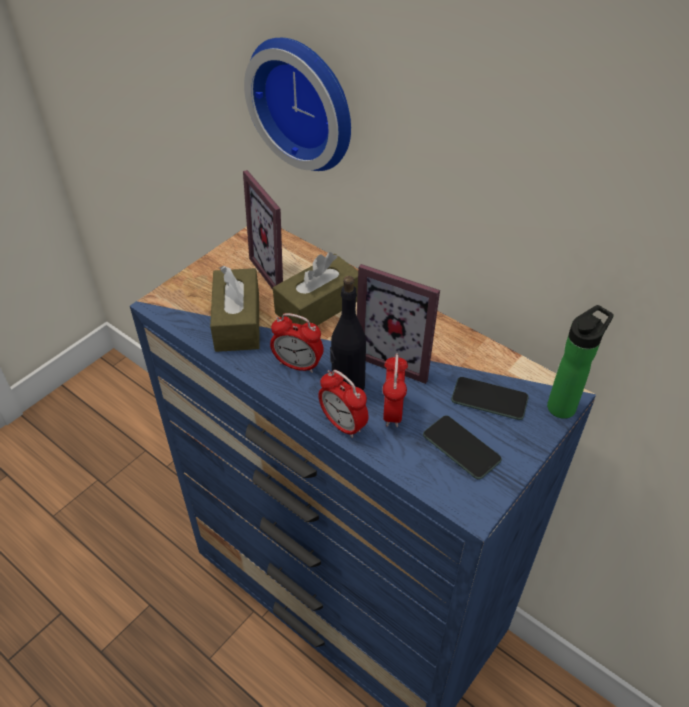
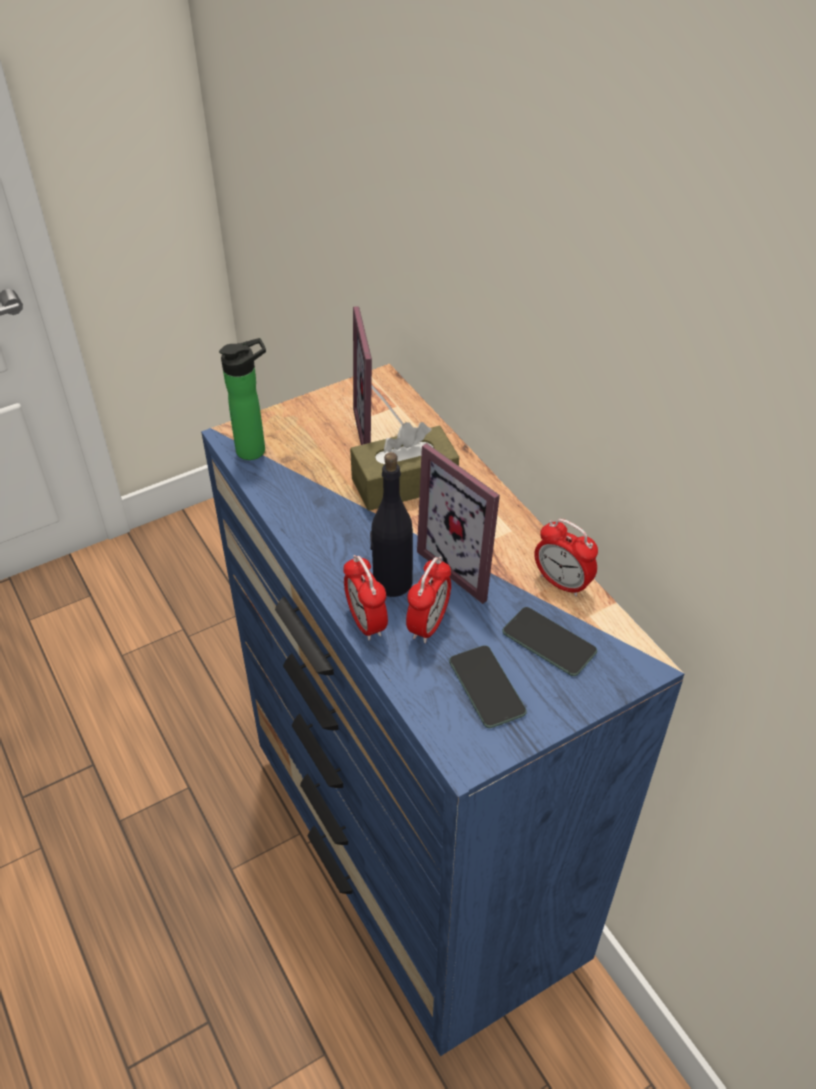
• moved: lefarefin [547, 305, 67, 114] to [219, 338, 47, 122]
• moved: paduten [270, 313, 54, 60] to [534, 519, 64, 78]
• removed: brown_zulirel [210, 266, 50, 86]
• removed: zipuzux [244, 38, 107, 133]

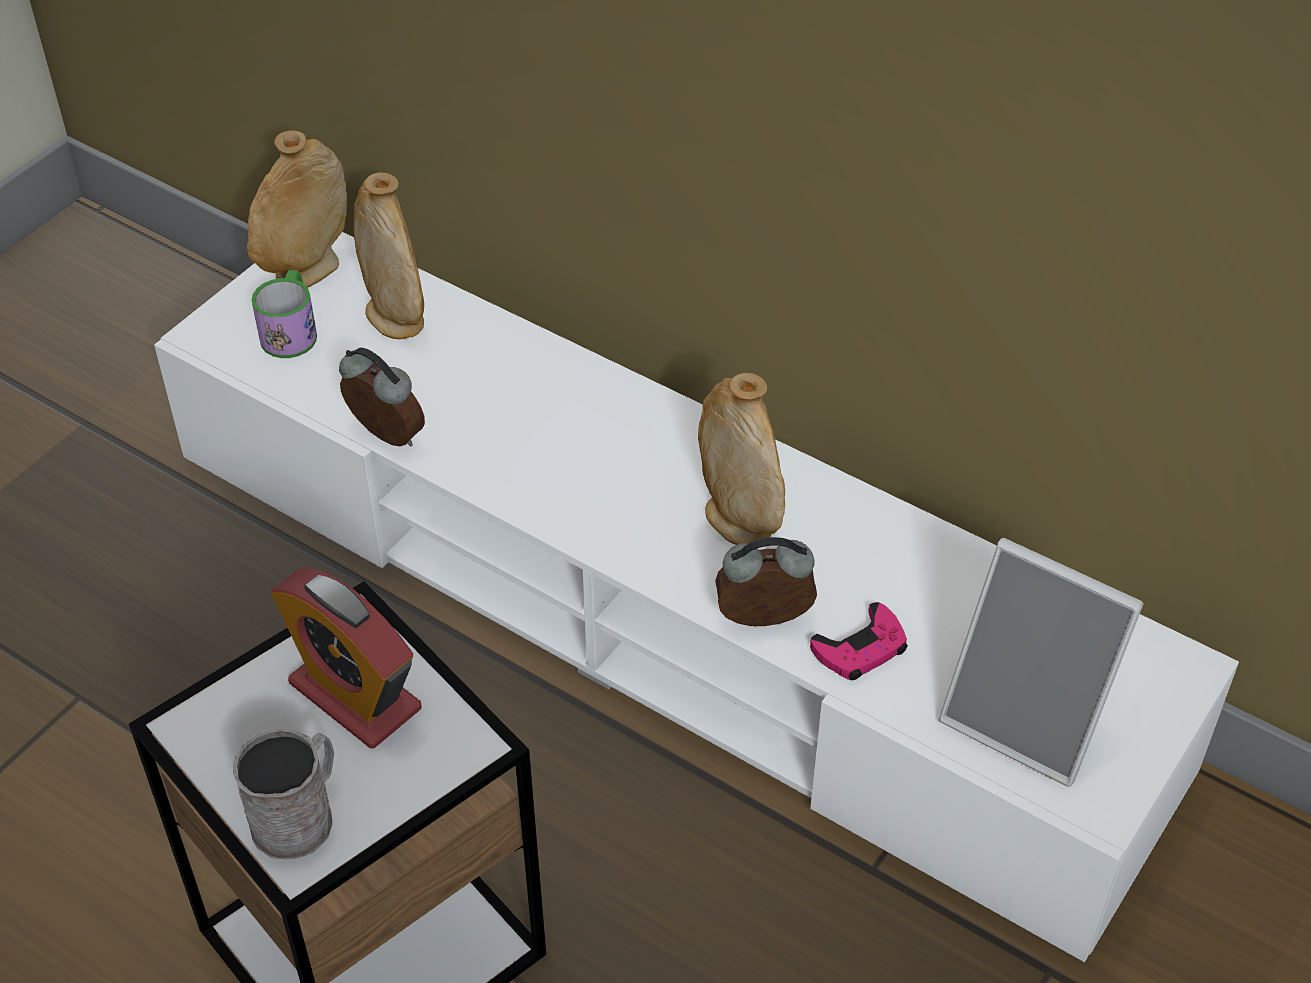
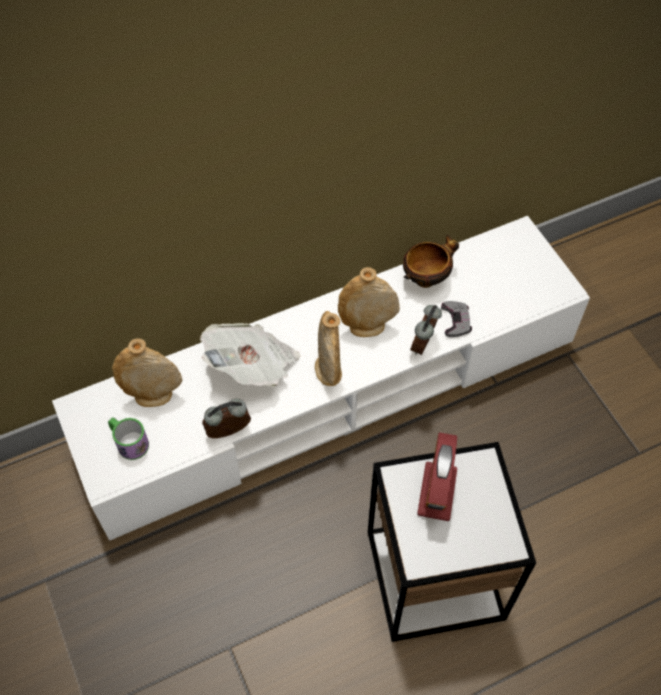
• added: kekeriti [200, 323, 100, 64]
• moved: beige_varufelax [247, 131, 100, 157] to [315, 311, 27, 75]
• added: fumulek [403, 235, 56, 53]
• turned: paduten [271, 568, 150, 180] = [417, 432, 40, 89] 120 degrees clockwise
• recoloured: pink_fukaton [810, 602, 98, 78] to grey_fukaton [441, 301, 31, 36]
• removed: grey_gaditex [233, 727, 101, 133]
• removed: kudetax [938, 538, 206, 249]

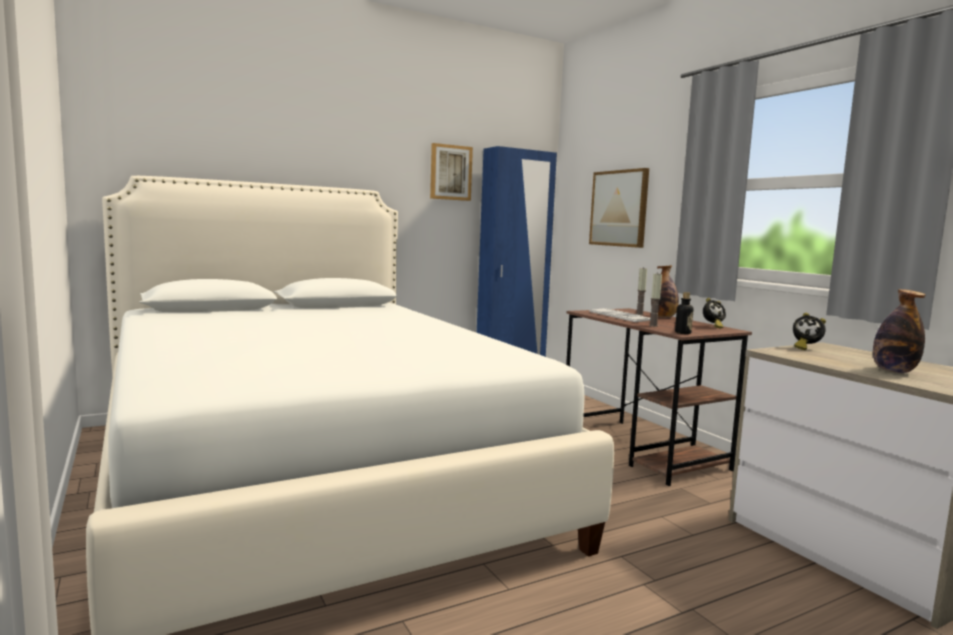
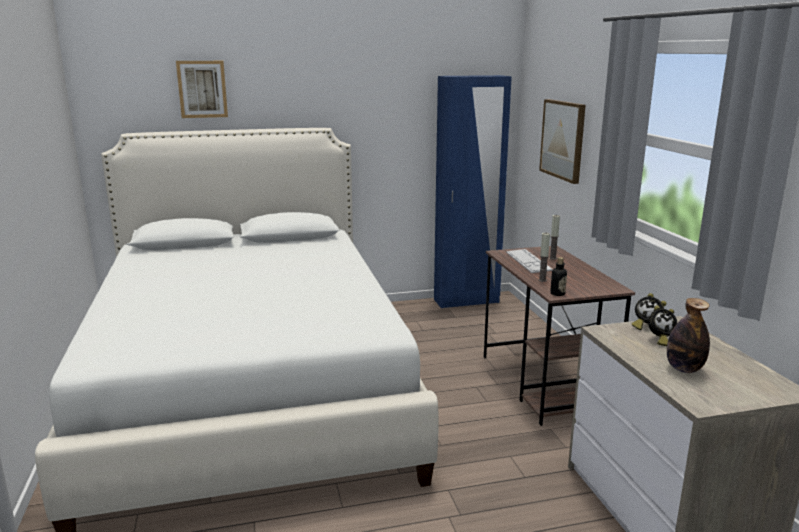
• moved: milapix [430, 143, 43, 58] to [176, 61, 52, 57]
• moved: paduten [703, 298, 23, 31] to [648, 305, 29, 41]
• removed: lefarefin [651, 265, 28, 52]

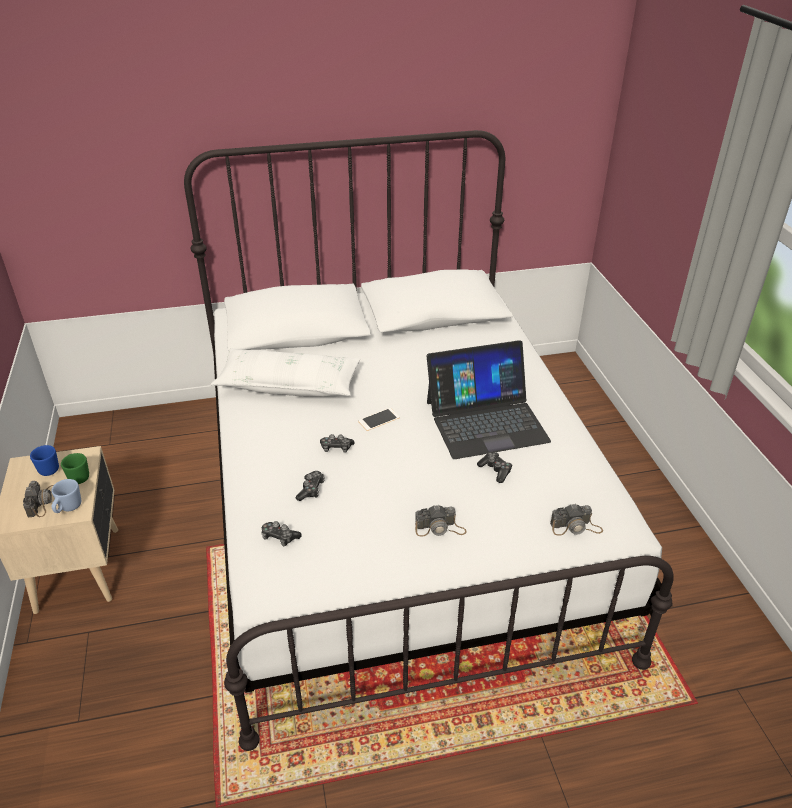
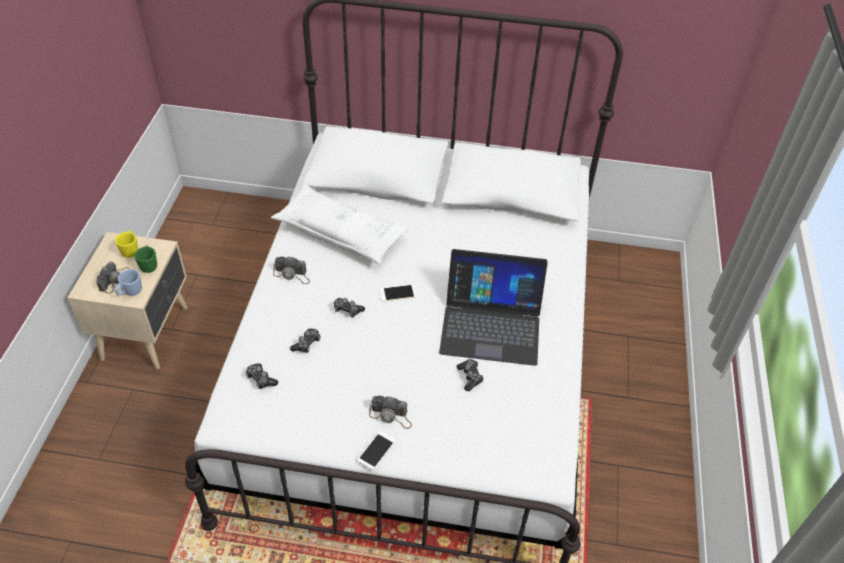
• recoloured: blue_gaditex [30, 445, 29, 31] to yellow_gaditex [115, 231, 23, 27]
• moved: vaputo [550, 503, 53, 33] to [273, 256, 37, 28]
• added: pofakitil [357, 431, 39, 39]

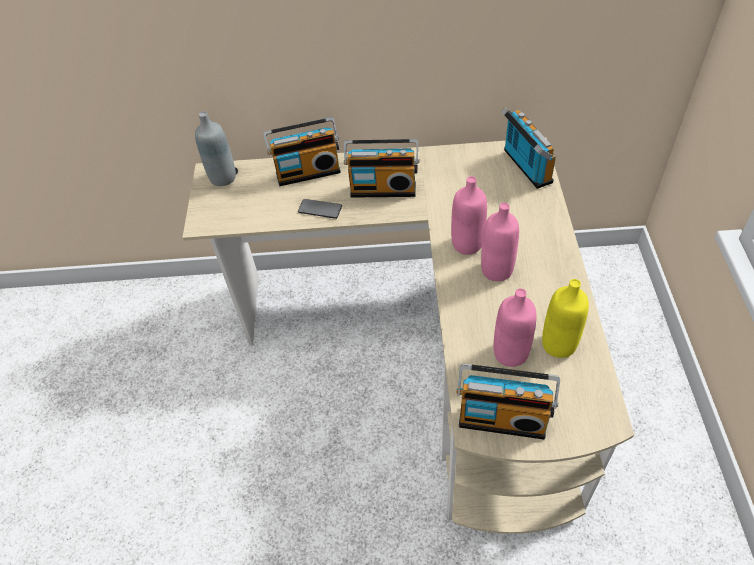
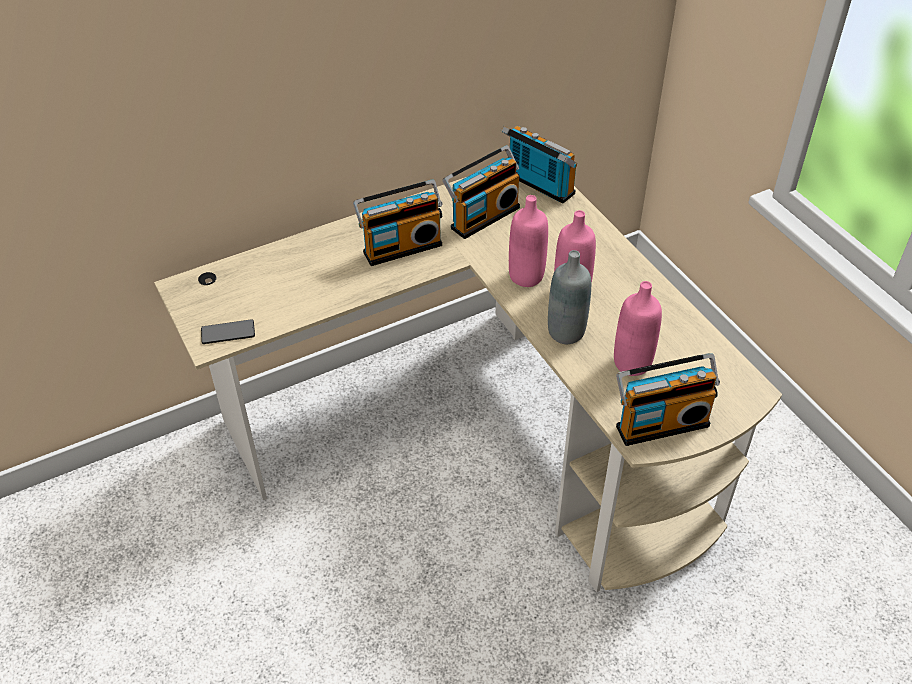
• moved: pofakitil [298, 199, 44, 20] to [201, 319, 54, 25]
• moved: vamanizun [263, 117, 78, 69] to [442, 145, 78, 94]
• moved: grey_lefarefin [195, 111, 41, 75] to [548, 250, 43, 94]
• removed: yellow_lefarefin [542, 279, 47, 79]

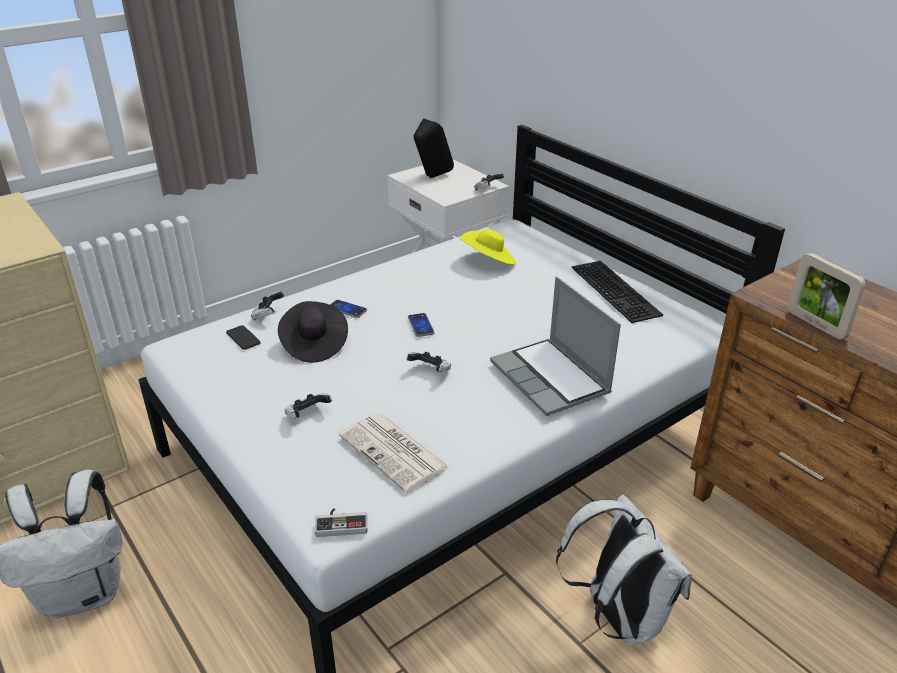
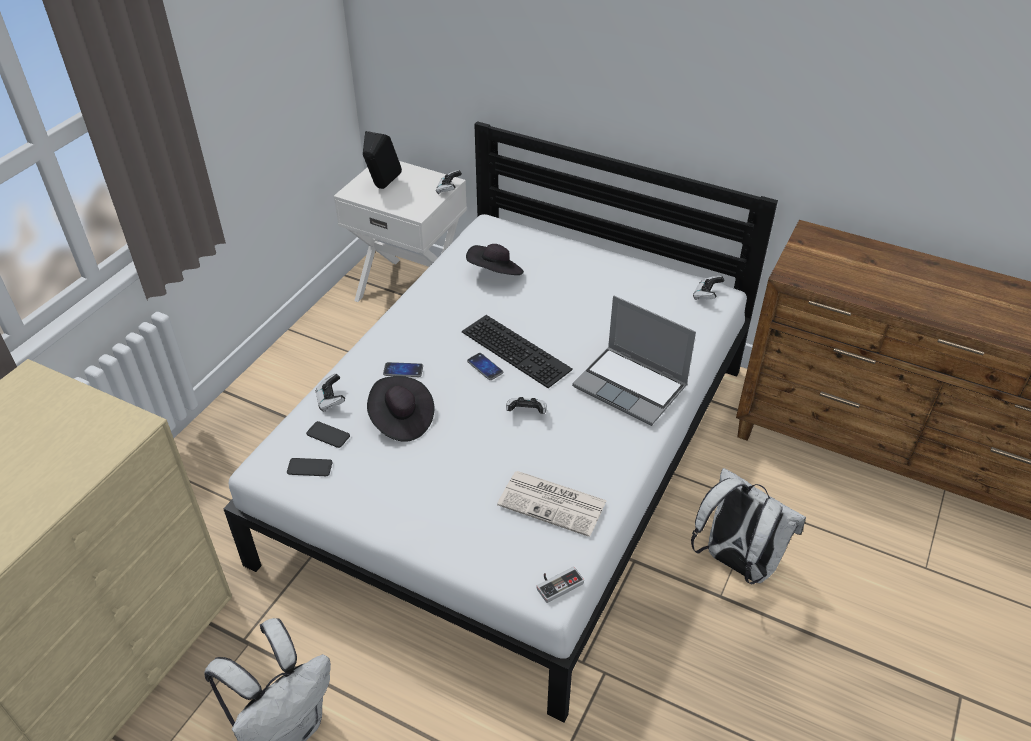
• added: pofakitil [287, 458, 46, 18]
• moved: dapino [572, 261, 91, 62] to [462, 315, 111, 73]
• recoloured: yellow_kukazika [460, 229, 56, 36] to black_kukazika [466, 244, 58, 31]
• moved: fukaton [285, 393, 47, 25] to [693, 276, 31, 24]
• removed: kudetax [788, 253, 78, 86]

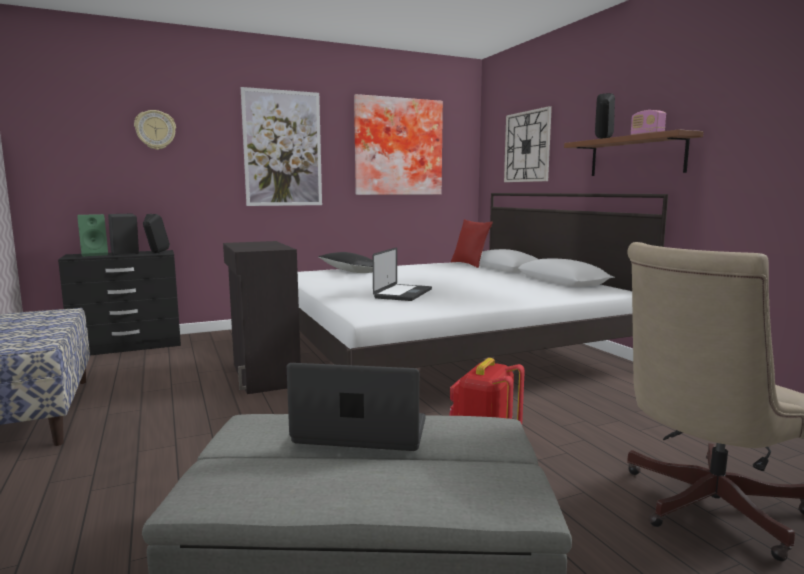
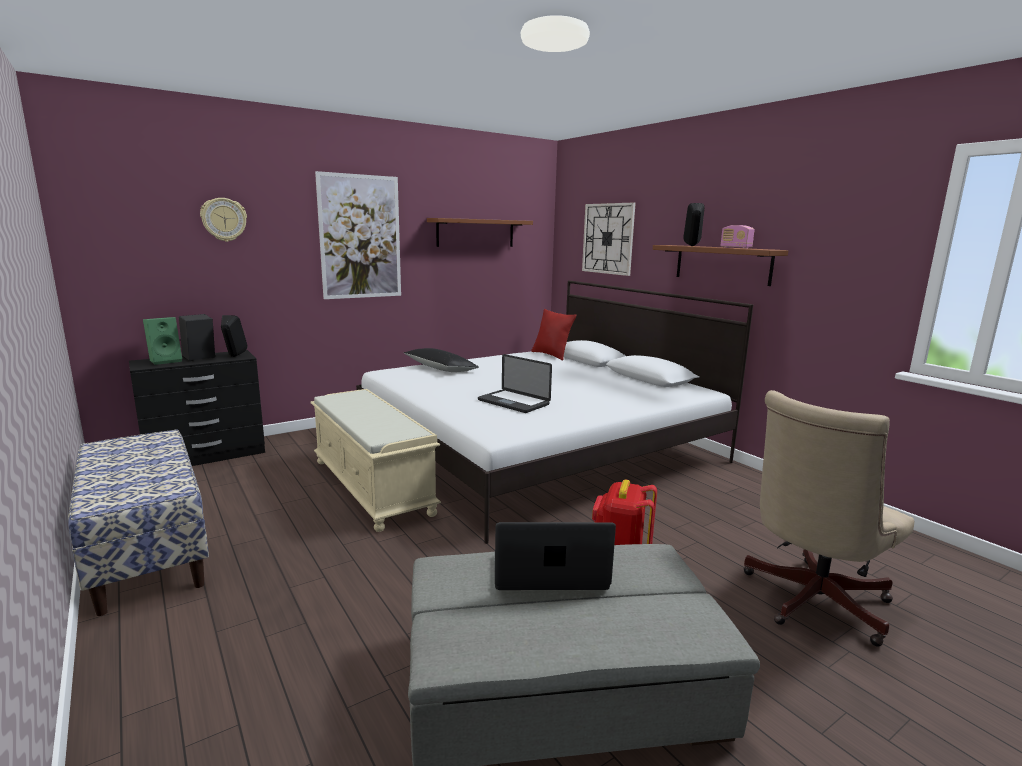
• replaced: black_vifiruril [223, 241, 78, 153] to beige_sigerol [310, 389, 131, 143]
• replaced: milapix [354, 94, 89, 101] to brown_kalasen [427, 218, 106, 29]
• turned: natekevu [373, 247, 59, 54] = [478, 354, 74, 59] 120 degrees clockwise

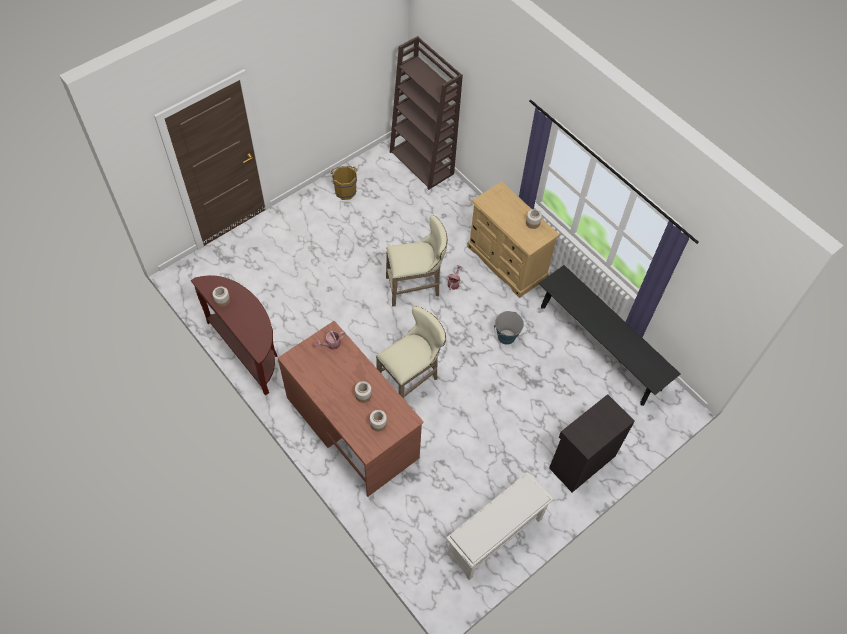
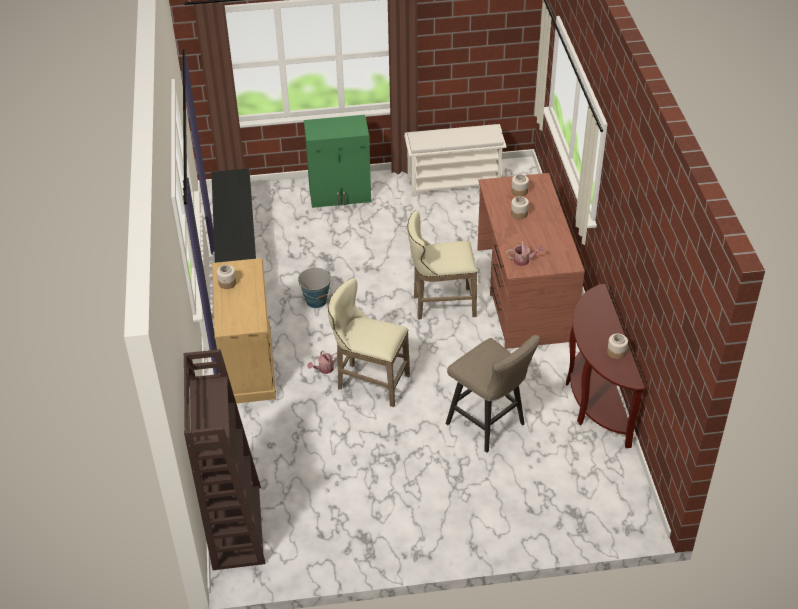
• recoloured: black_vifiruril [549, 394, 86, 98] to green_vifiruril [304, 115, 67, 93]
• added: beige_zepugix [446, 335, 94, 118]
• removed: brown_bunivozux [331, 166, 26, 34]

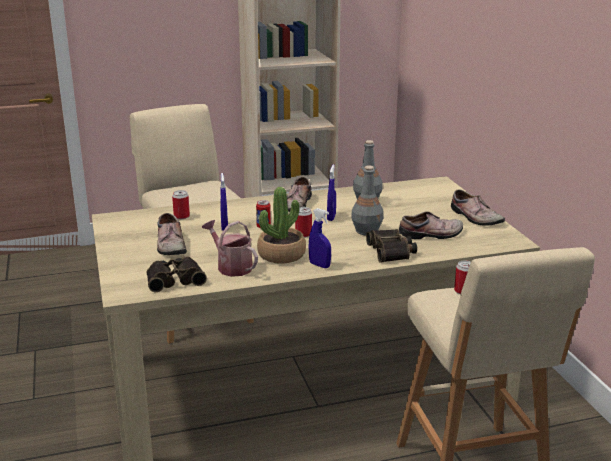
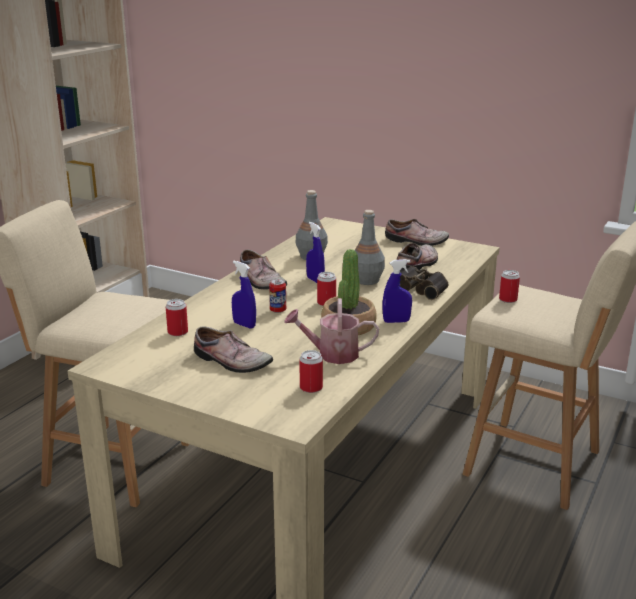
• replaced: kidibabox [147, 257, 60, 36] to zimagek [299, 350, 24, 43]

